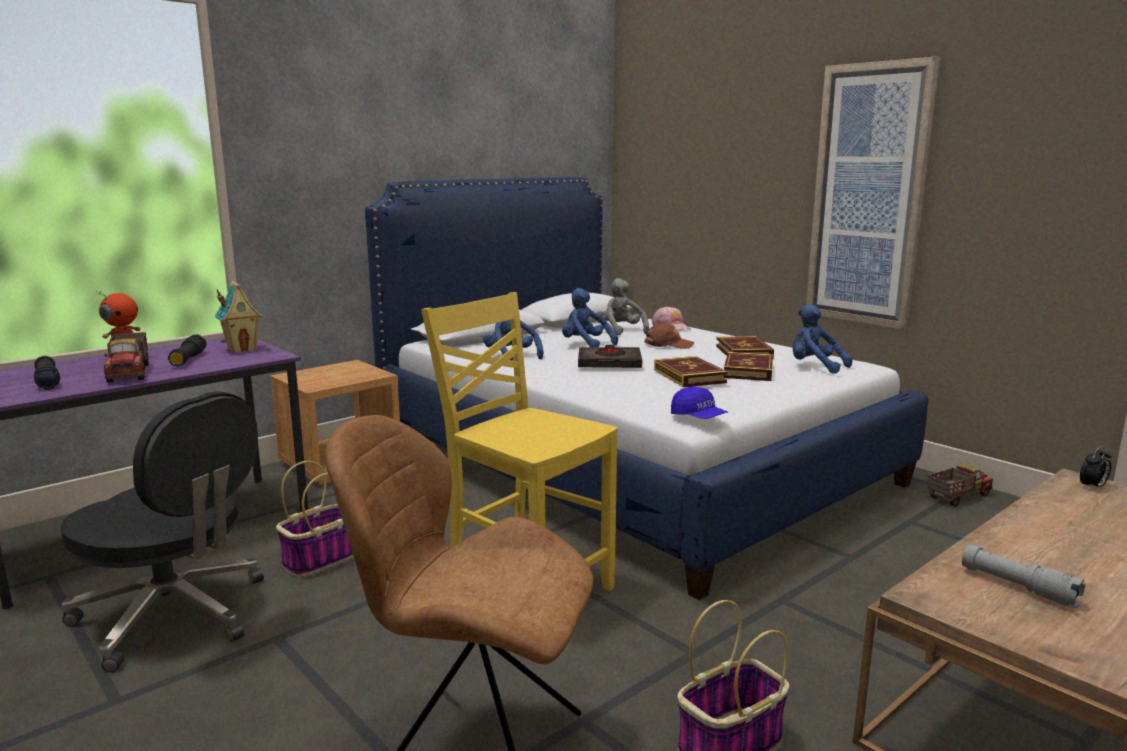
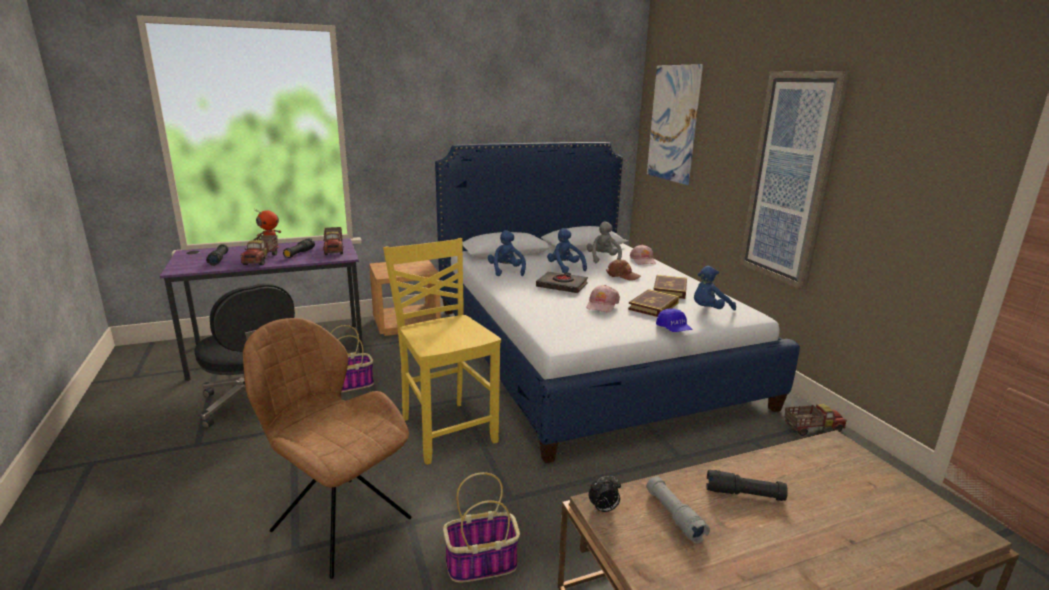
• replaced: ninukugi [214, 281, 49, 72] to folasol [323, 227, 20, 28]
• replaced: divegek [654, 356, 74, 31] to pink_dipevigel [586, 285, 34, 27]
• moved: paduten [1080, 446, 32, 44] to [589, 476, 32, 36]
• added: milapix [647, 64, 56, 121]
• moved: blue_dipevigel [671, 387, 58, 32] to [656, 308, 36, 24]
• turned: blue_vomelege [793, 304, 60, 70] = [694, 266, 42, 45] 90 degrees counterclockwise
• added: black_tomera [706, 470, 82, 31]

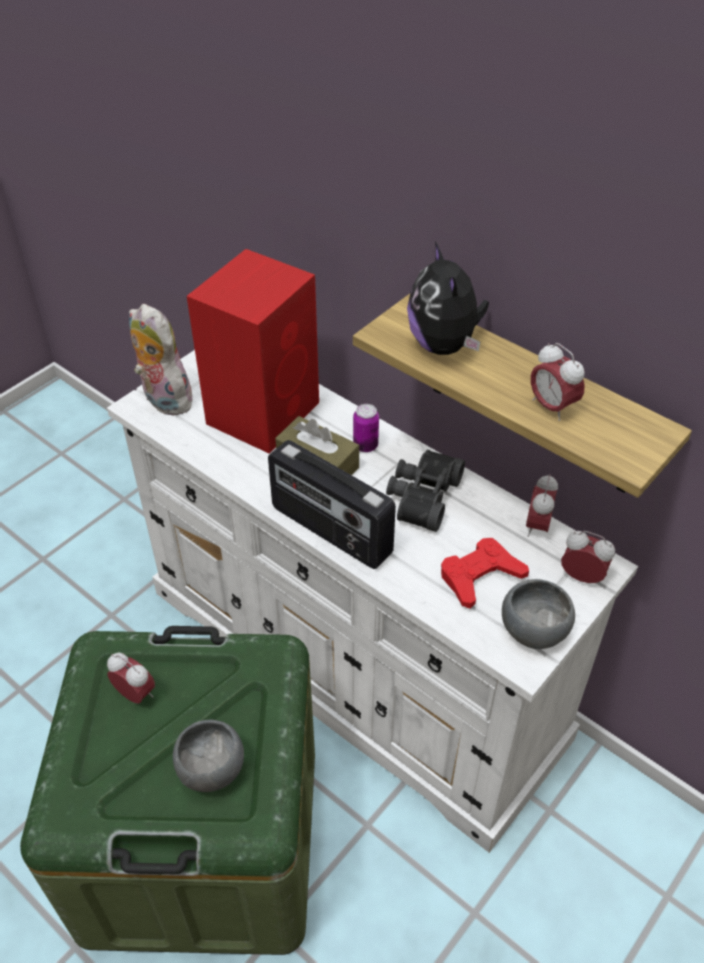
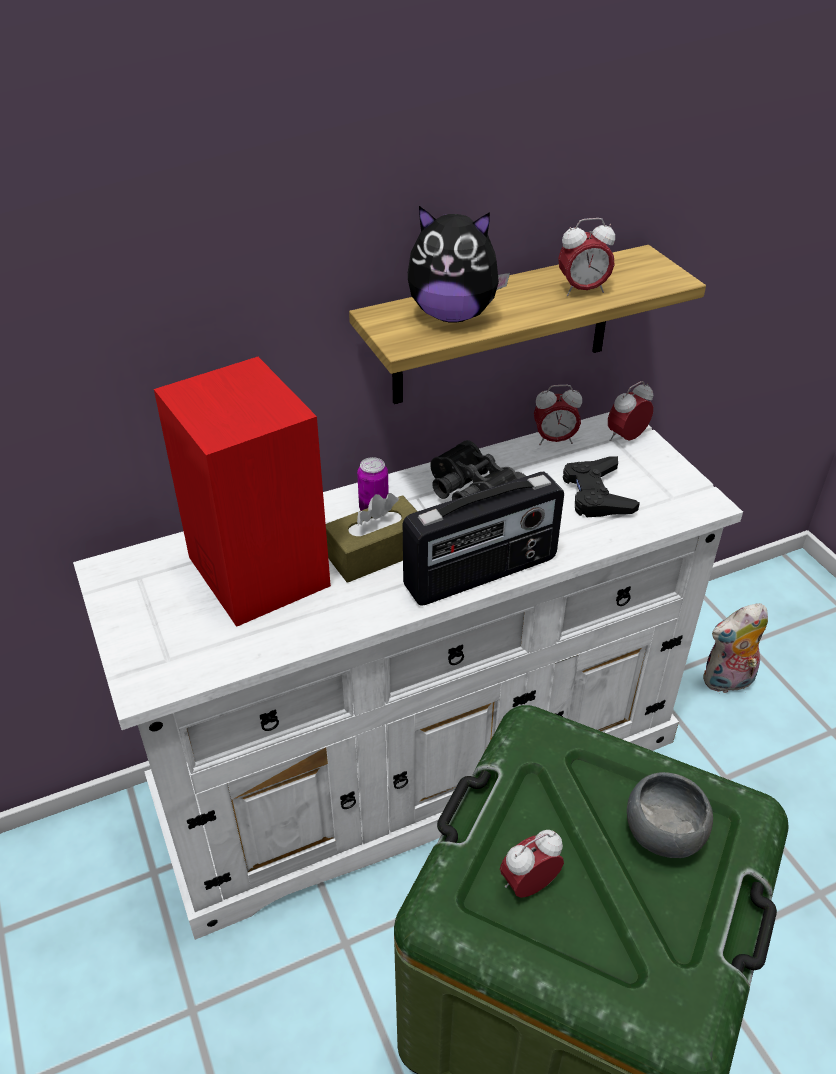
• turned: paduten [526, 474, 32, 63] = [534, 385, 48, 60] 45 degrees counterclockwise
• recoloured: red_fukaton [441, 538, 88, 71] to black_fukaton [563, 456, 77, 61]
• moved: vomelege [129, 304, 66, 112] to [703, 603, 65, 90]
• removed: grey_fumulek [502, 579, 73, 70]

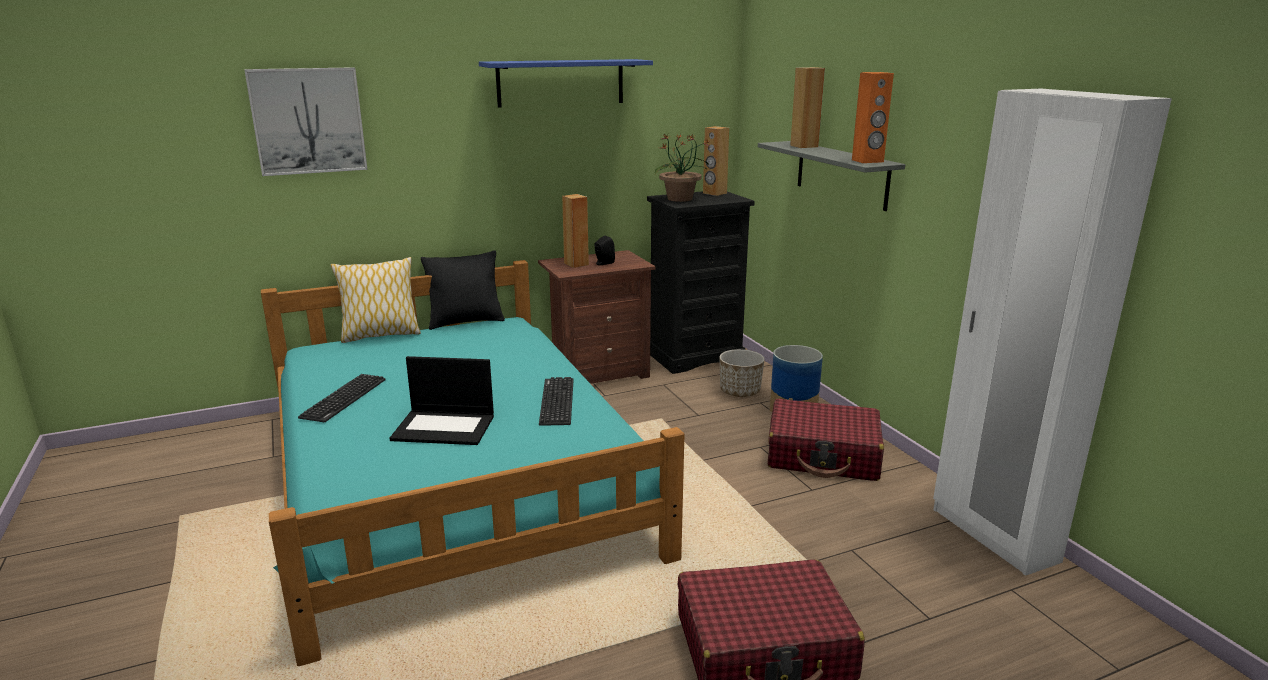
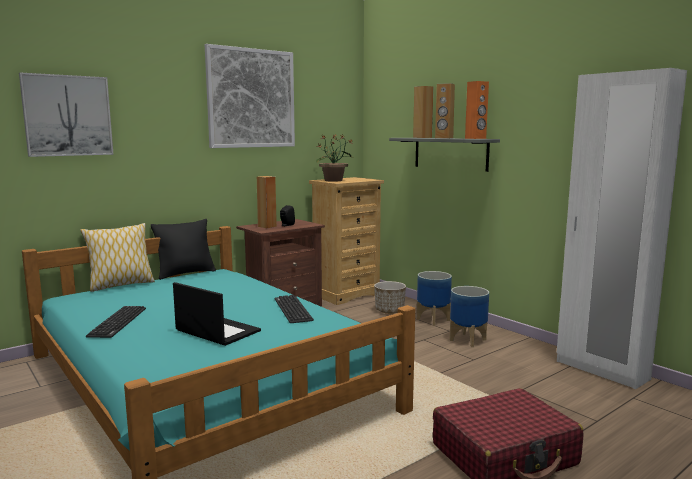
• turned: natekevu [389, 356, 105, 89] = [173, 282, 88, 64] 135 degrees counterclockwise
• replaced: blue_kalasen [479, 59, 174, 48] to milapix [205, 44, 90, 104]
• recoloured: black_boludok [647, 191, 108, 183] to beige_boludok [309, 177, 75, 128]
• moved: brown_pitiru [703, 126, 26, 70] to [435, 83, 20, 55]
• replaced: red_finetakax [768, 399, 116, 82] to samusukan [449, 286, 40, 61]

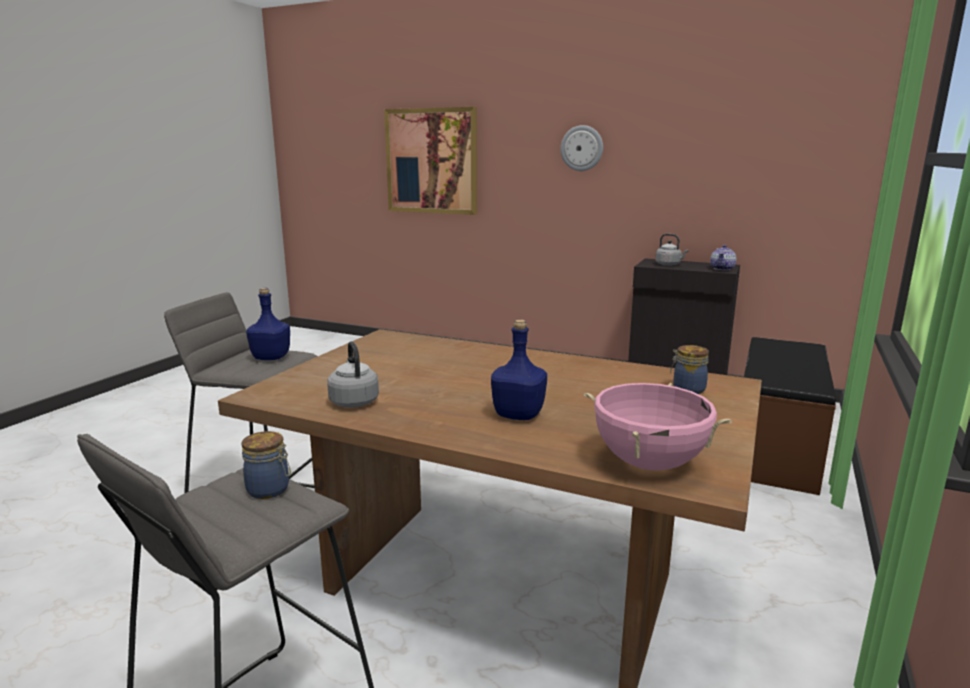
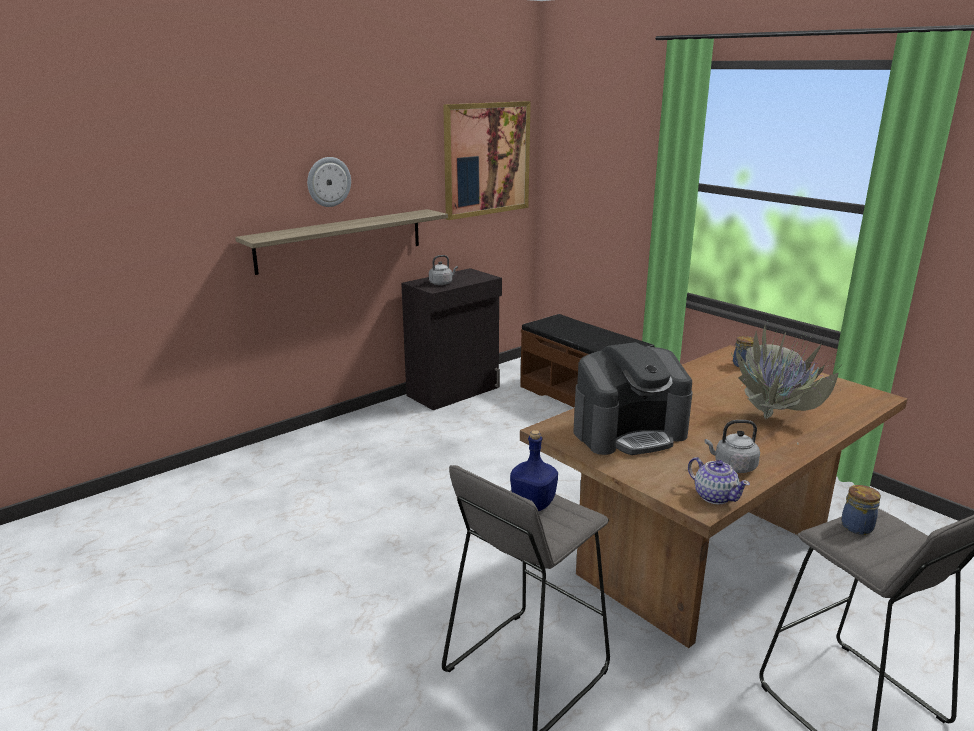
• added: kalasen [235, 209, 213, 66]
• moved: milapix [384, 107, 93, 108] to [443, 101, 88, 119]
• added: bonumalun [573, 342, 119, 113]
• moved: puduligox [710, 245, 27, 25] to [688, 457, 62, 47]
• replaced: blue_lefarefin [491, 319, 56, 101] to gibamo [731, 315, 110, 129]
• removed: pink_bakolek [584, 383, 148, 88]

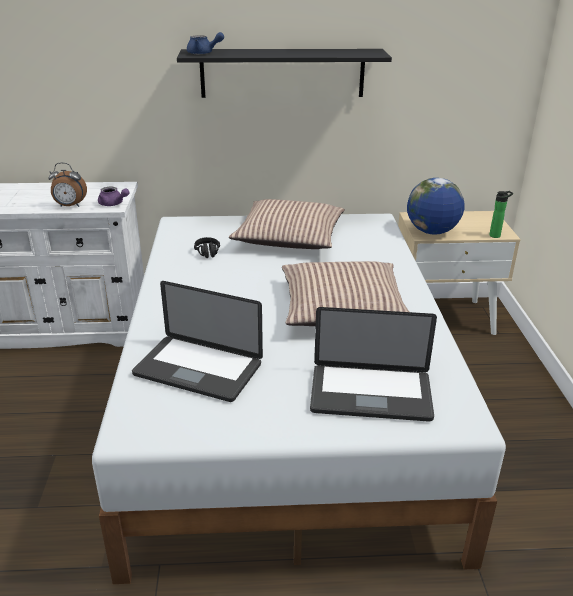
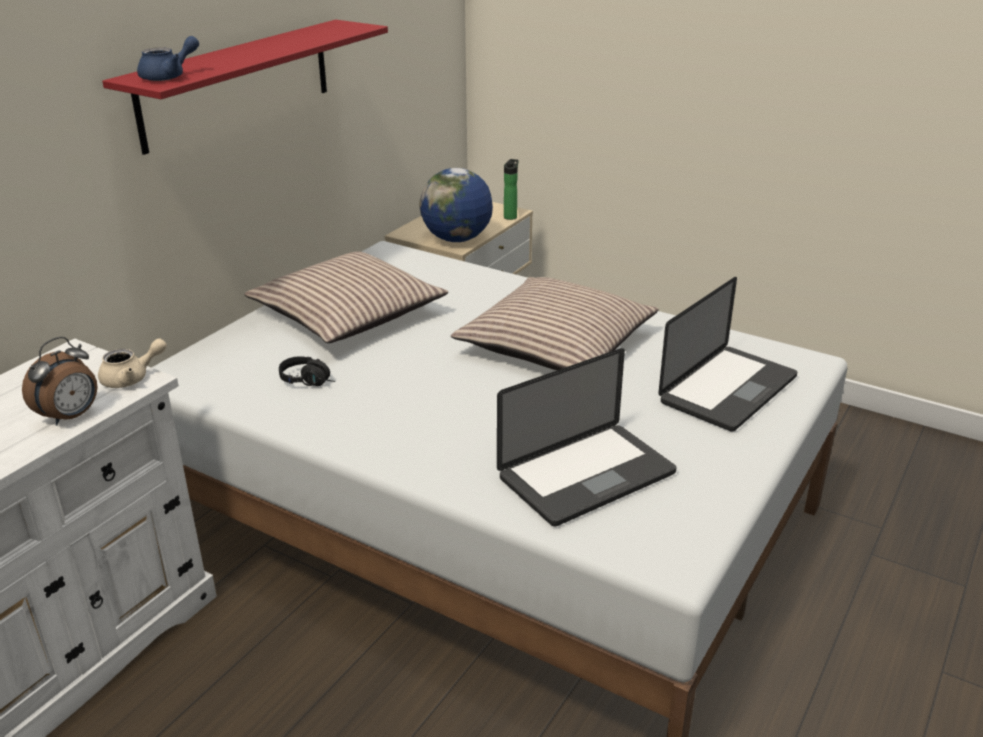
• recoloured: purple_puduligox [98, 187, 32, 19] to beige_puduligox [98, 339, 69, 49]
• recoloured: black_kalasen [177, 49, 215, 49] to red_kalasen [102, 20, 286, 135]

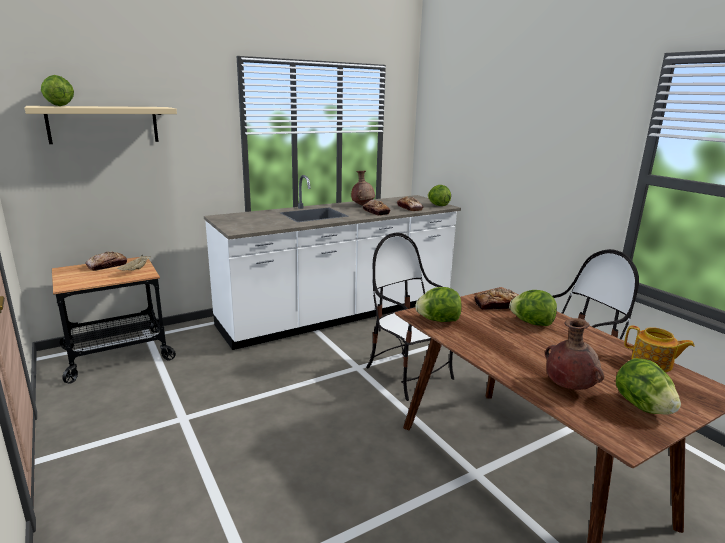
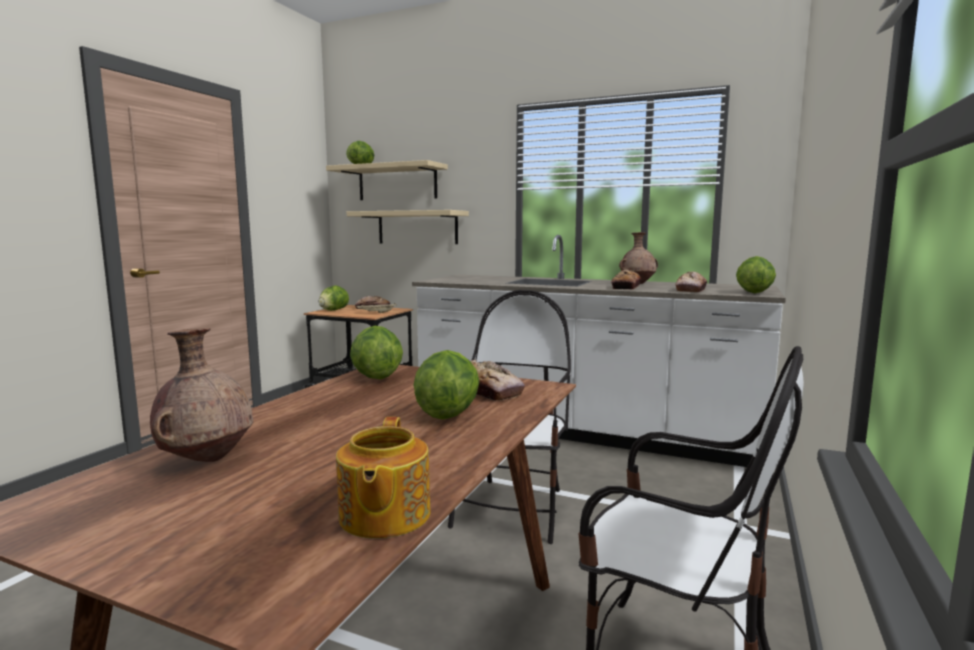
• moved: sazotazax [616, 358, 65, 57] to [319, 285, 30, 26]
• added: beige_kalasen [347, 210, 122, 34]

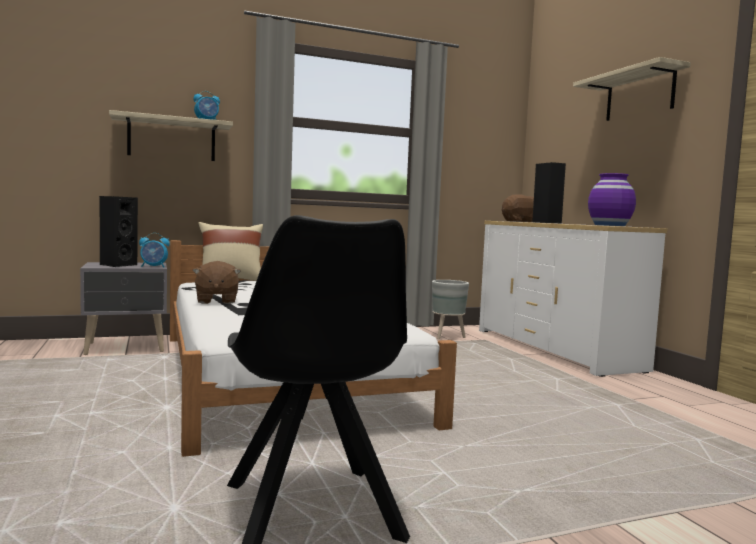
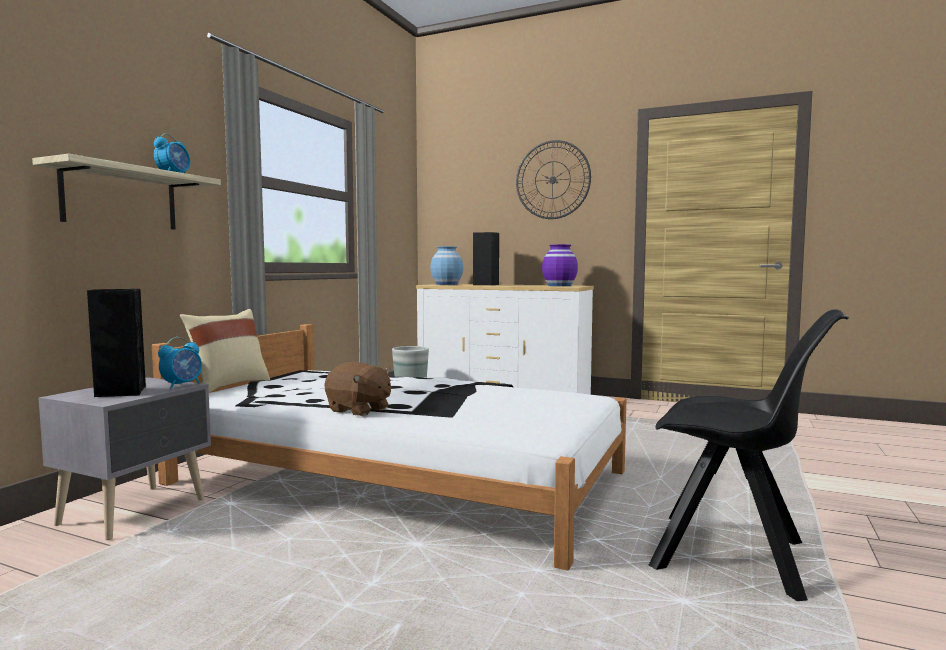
• replaced: brown_vomelege [502, 194, 32, 28] to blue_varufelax [430, 246, 33, 39]
• replaced: kalasen [573, 57, 118, 64] to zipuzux [516, 140, 75, 79]

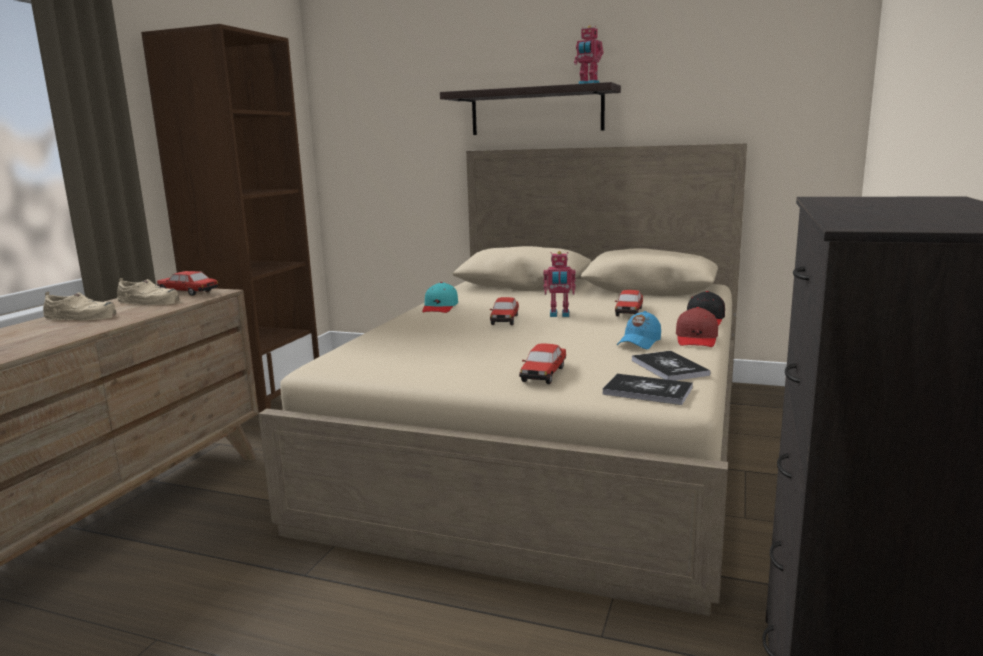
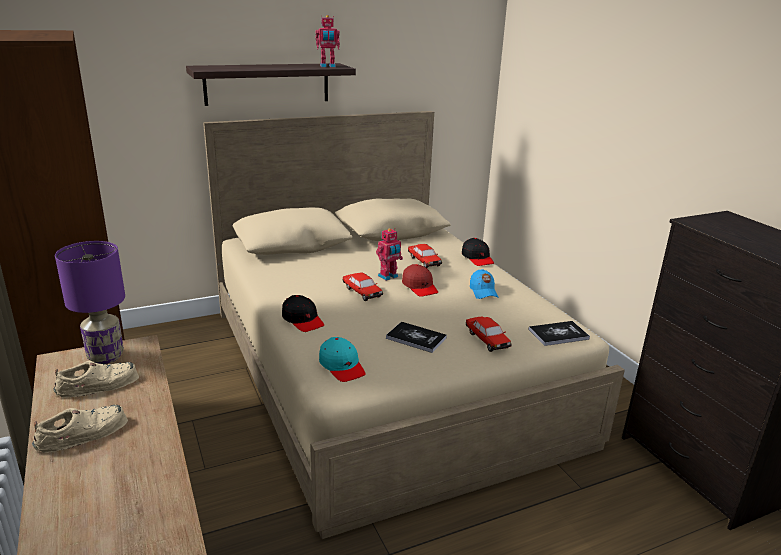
• replaced: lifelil [157, 271, 61, 25] to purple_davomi [55, 241, 70, 123]
• added: black_dipevigel [282, 295, 42, 37]
• moved: turquoise_dipevigel [422, 282, 36, 31] to [319, 337, 47, 45]
• moved: divegek [632, 351, 78, 30] to [386, 322, 61, 31]
• moved: red_dipevigel [676, 307, 42, 40] to [402, 264, 36, 33]

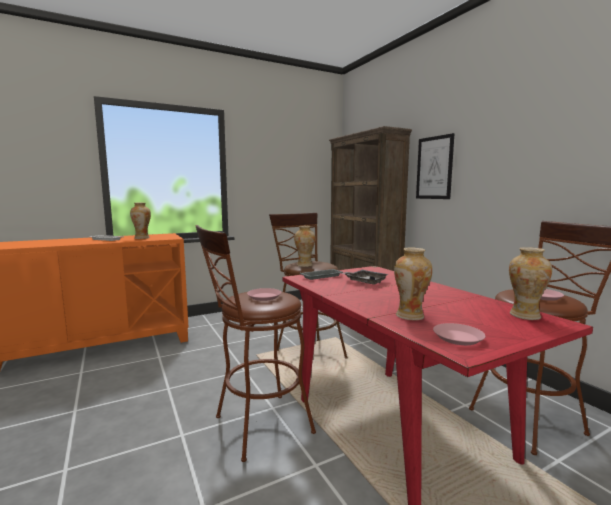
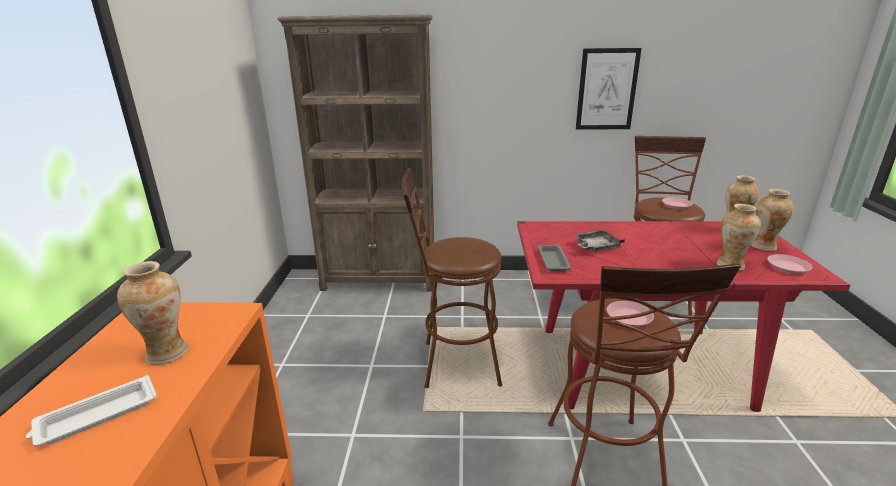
• moved: milapix [416, 133, 39, 66] to [576, 48, 66, 82]
• moved: varufelax [294, 226, 21, 41] to [751, 189, 43, 62]

